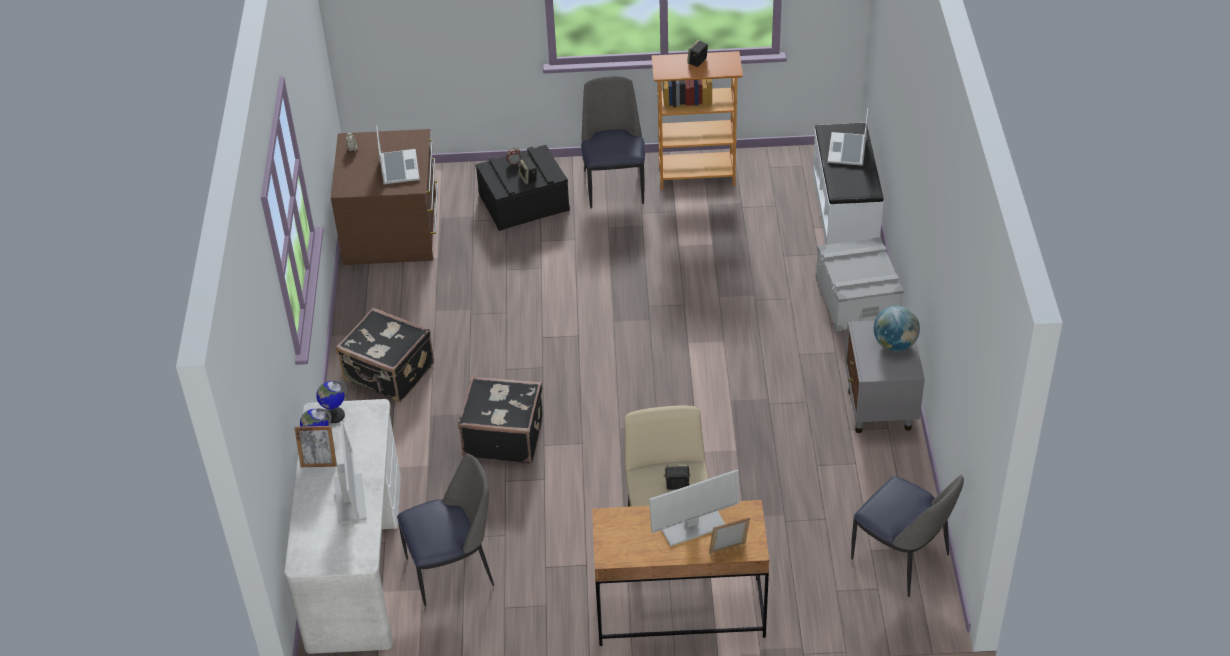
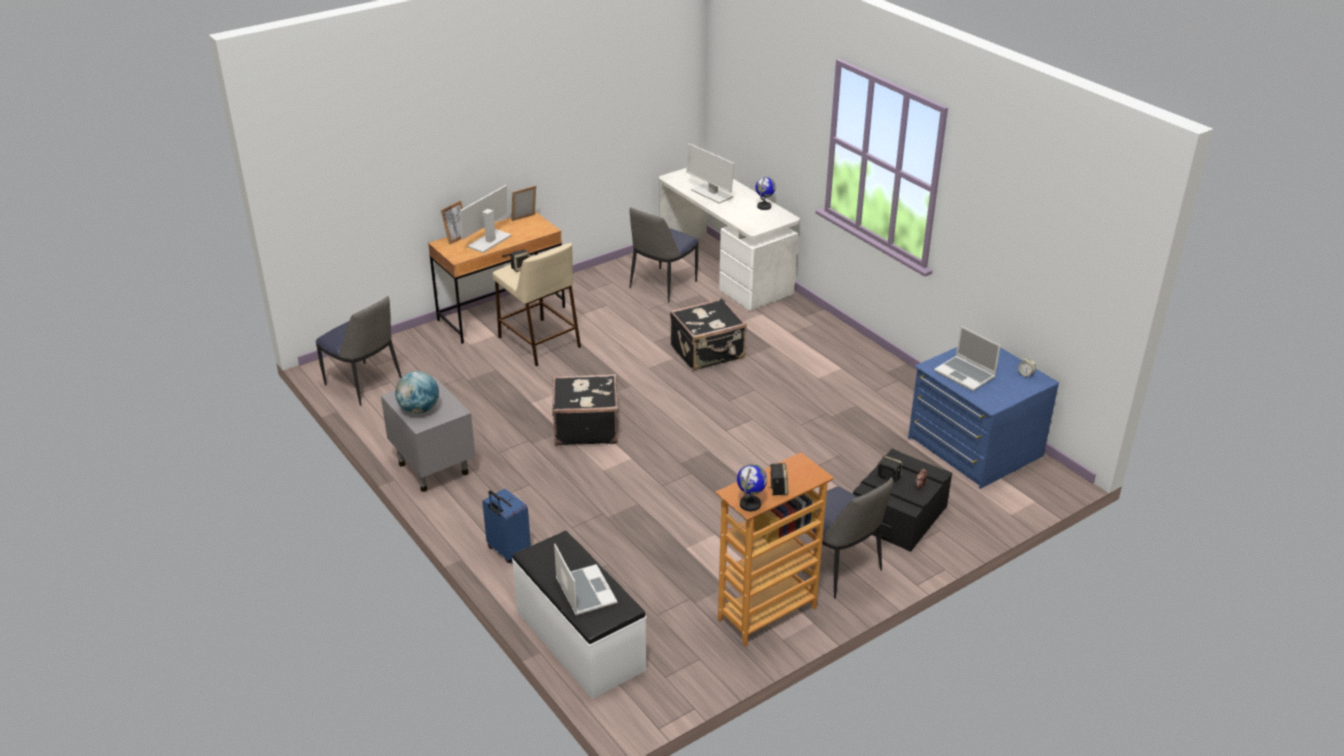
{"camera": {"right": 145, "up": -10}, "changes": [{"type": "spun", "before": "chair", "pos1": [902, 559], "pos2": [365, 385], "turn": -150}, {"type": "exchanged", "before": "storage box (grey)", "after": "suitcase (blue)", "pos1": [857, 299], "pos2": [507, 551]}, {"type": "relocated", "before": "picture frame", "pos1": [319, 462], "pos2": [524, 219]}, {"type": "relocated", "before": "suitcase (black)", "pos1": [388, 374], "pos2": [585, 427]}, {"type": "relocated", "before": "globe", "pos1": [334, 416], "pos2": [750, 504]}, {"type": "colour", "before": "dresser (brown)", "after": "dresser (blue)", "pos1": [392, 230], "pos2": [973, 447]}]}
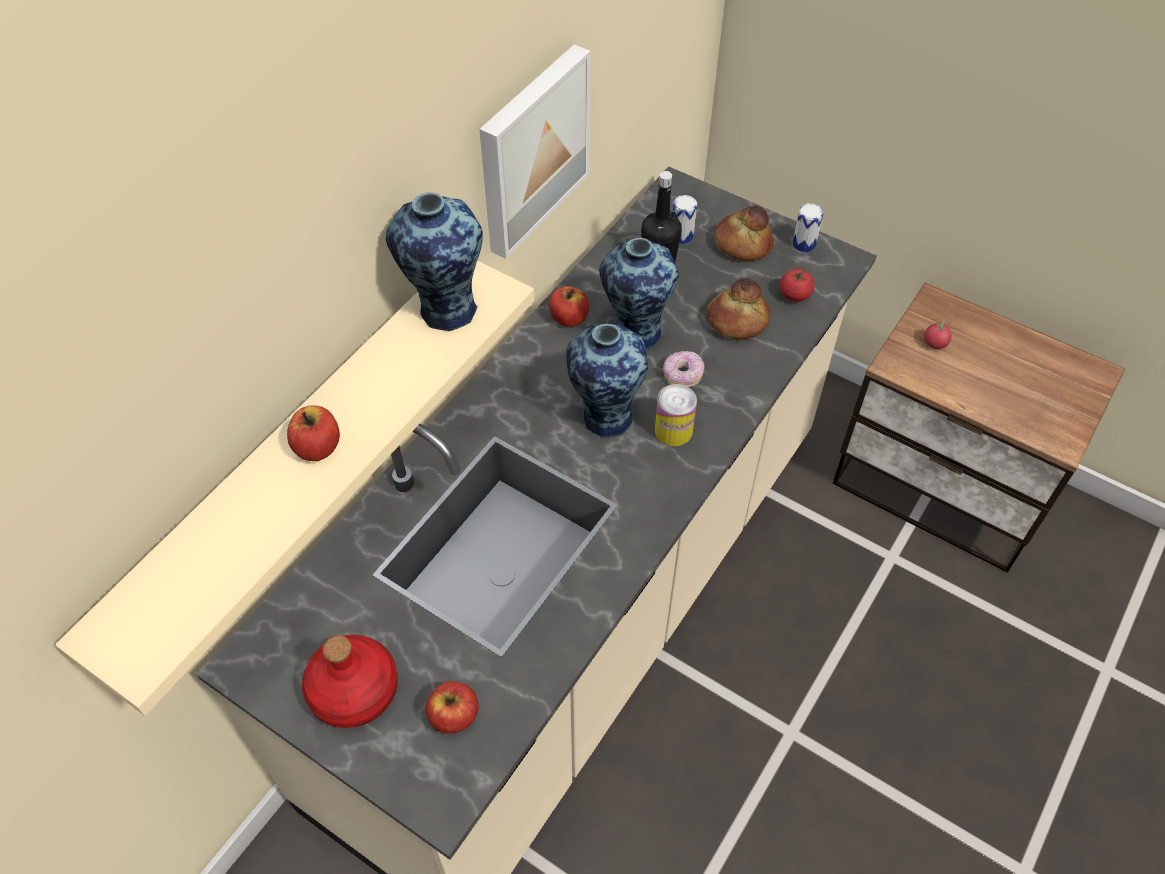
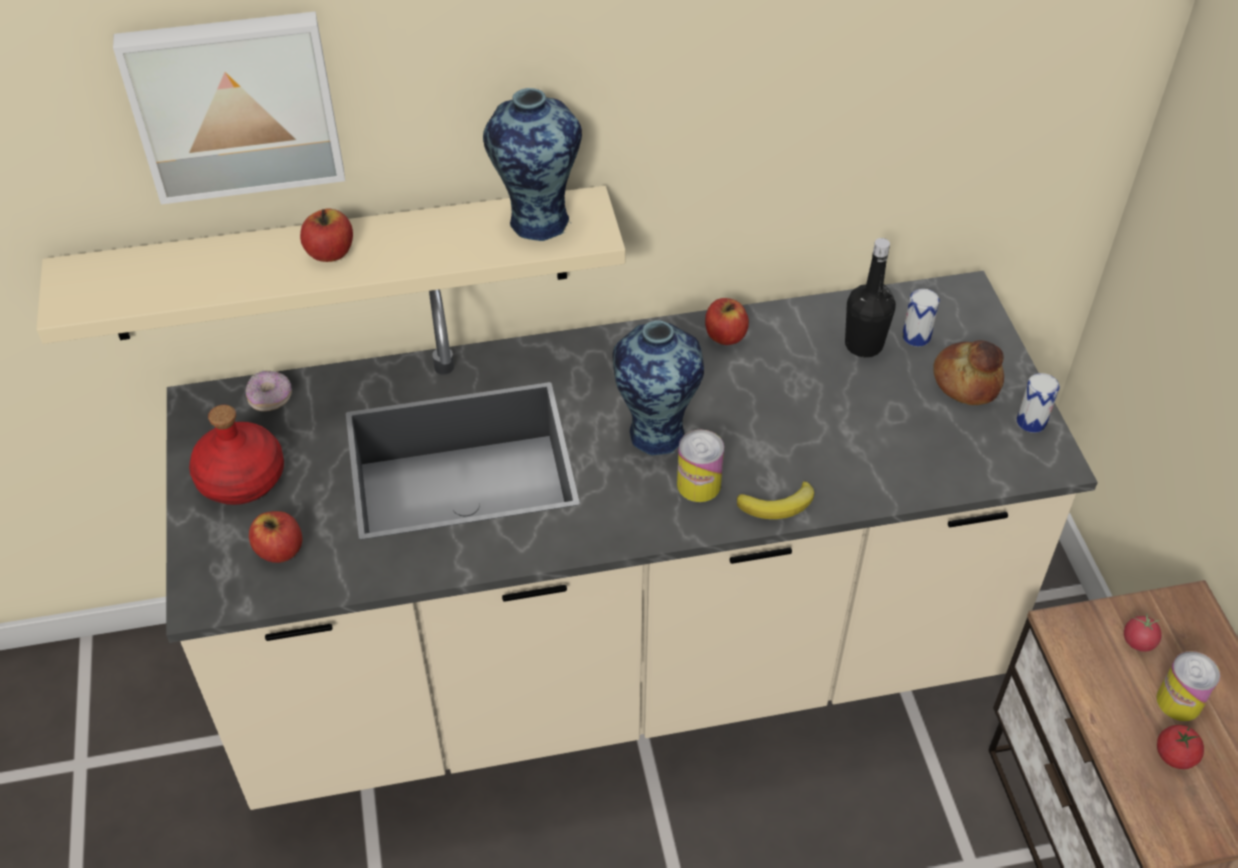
{"camera": {"right": 45, "up": -5}, "changes": [{"type": "relocated", "before": "picture", "pos1": [531, 150], "pos2": [235, 104]}, {"type": "relocated", "before": "donut", "pos1": [682, 375], "pos2": [270, 398]}, {"type": "appeared", "after": "banana", "pos2": [778, 505]}, {"type": "appeared", "after": "can", "pos2": [1179, 701]}, {"type": "relocated", "before": "tomato", "pos1": [794, 295], "pos2": [1175, 756]}, {"type": "missing", "before": "vase", "pos1": [635, 332]}, {"type": "missing", "before": "bread", "pos1": [736, 321]}]}
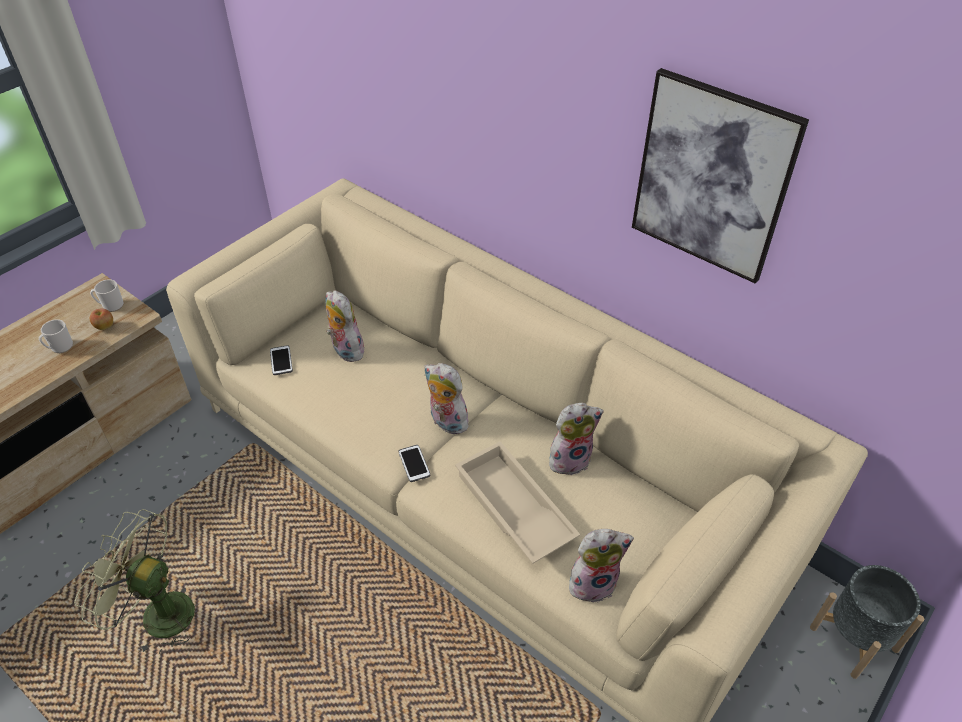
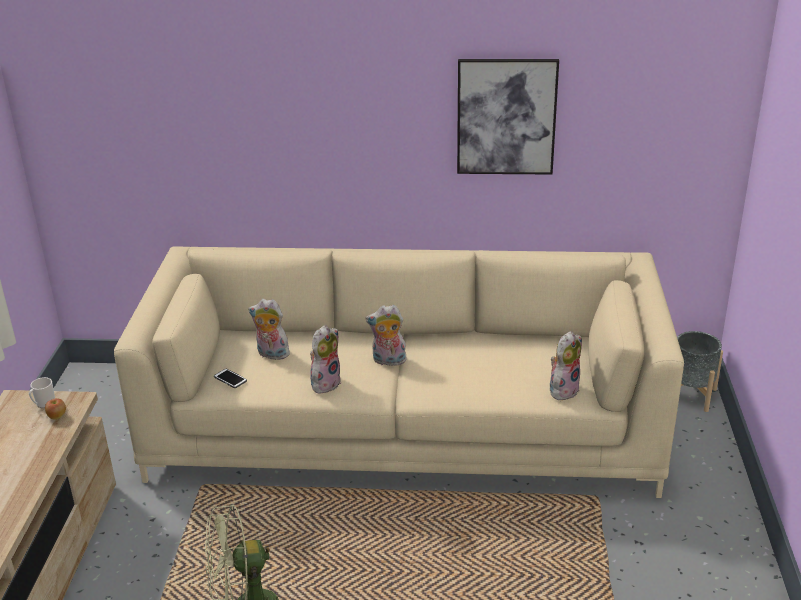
{"camera": {"right": -35, "up": -15}, "changes": [{"type": "relocated", "before": "plush toy", "pos1": [570, 459], "pos2": [325, 383]}, {"type": "missing", "before": "mug", "pos1": [60, 347]}, {"type": "missing", "before": "phone", "pos1": [414, 464]}, {"type": "missing", "before": "tray (beige)", "pos1": [512, 509]}]}
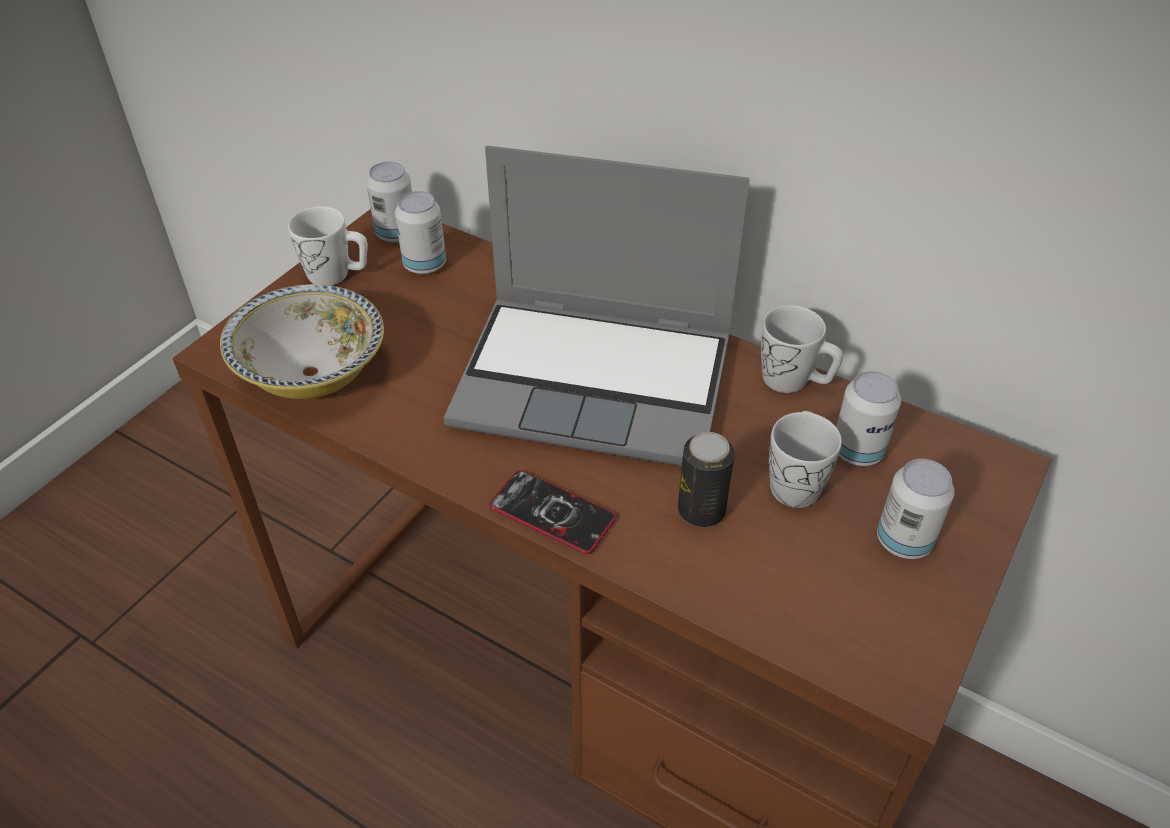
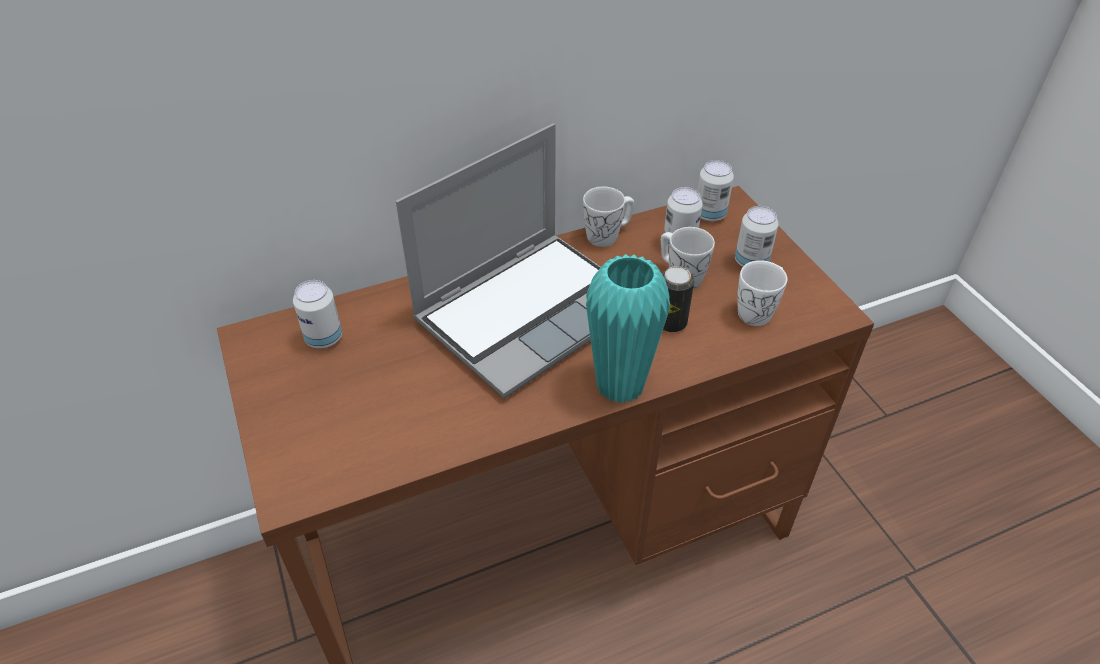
{"camera": {"right": -55, "up": 0}, "changes": [{"type": "exchanged", "before": "phone", "after": "vase (turquoise)", "pos1": [552, 513], "pos2": [620, 385]}, {"type": "relocated", "before": "can", "pos1": [396, 234], "pos2": [710, 214]}, {"type": "relocated", "before": "mug (white)", "pos1": [337, 275], "pos2": [758, 310]}, {"type": "missing", "before": "bowl", "pos1": [312, 372]}]}
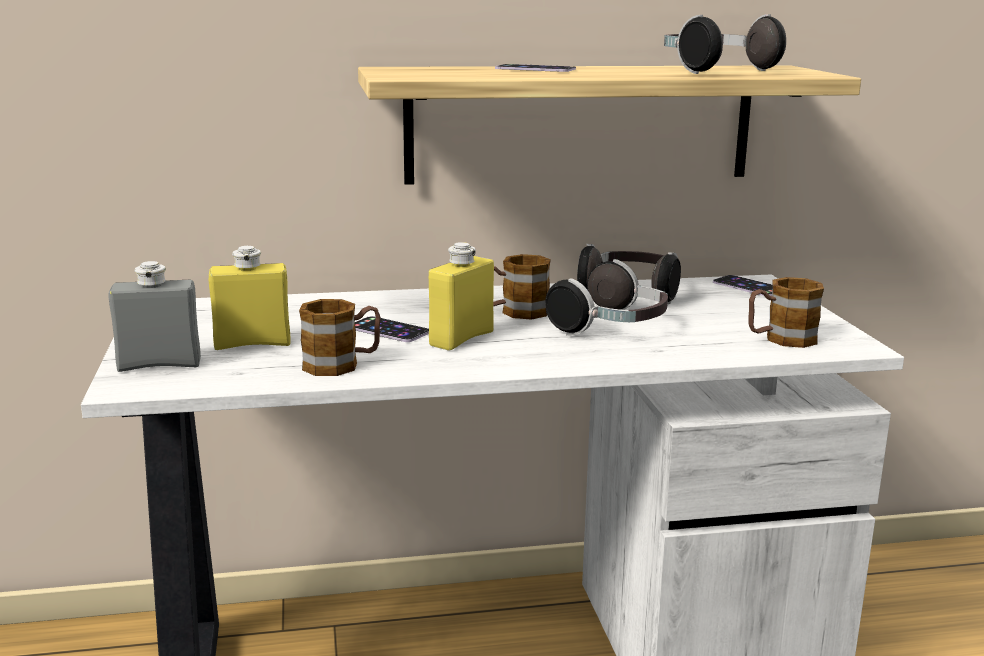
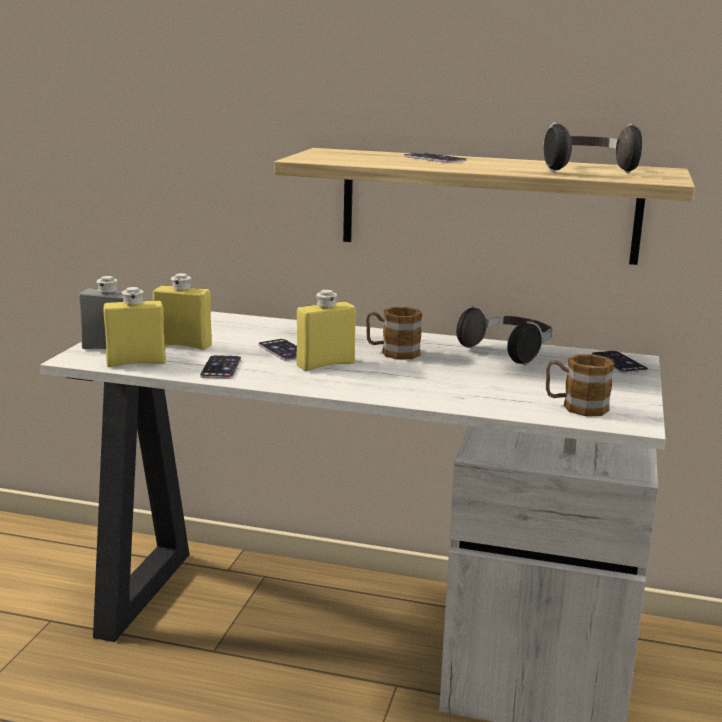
{"camera": {"right": 25, "up": 0}, "changes": [{"type": "appeared", "after": "bottle (yellow)", "pos2": [136, 362]}, {"type": "exchanged", "before": "mug", "after": "phone", "pos1": [342, 364], "pos2": [221, 368]}, {"type": "missing", "before": "headphones", "pos1": [612, 327]}]}
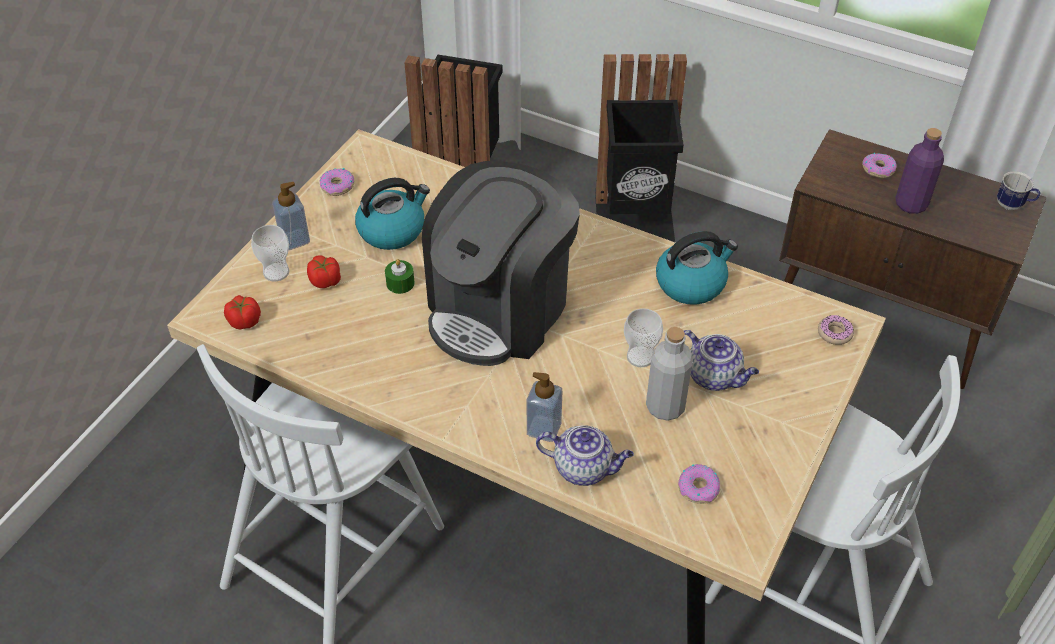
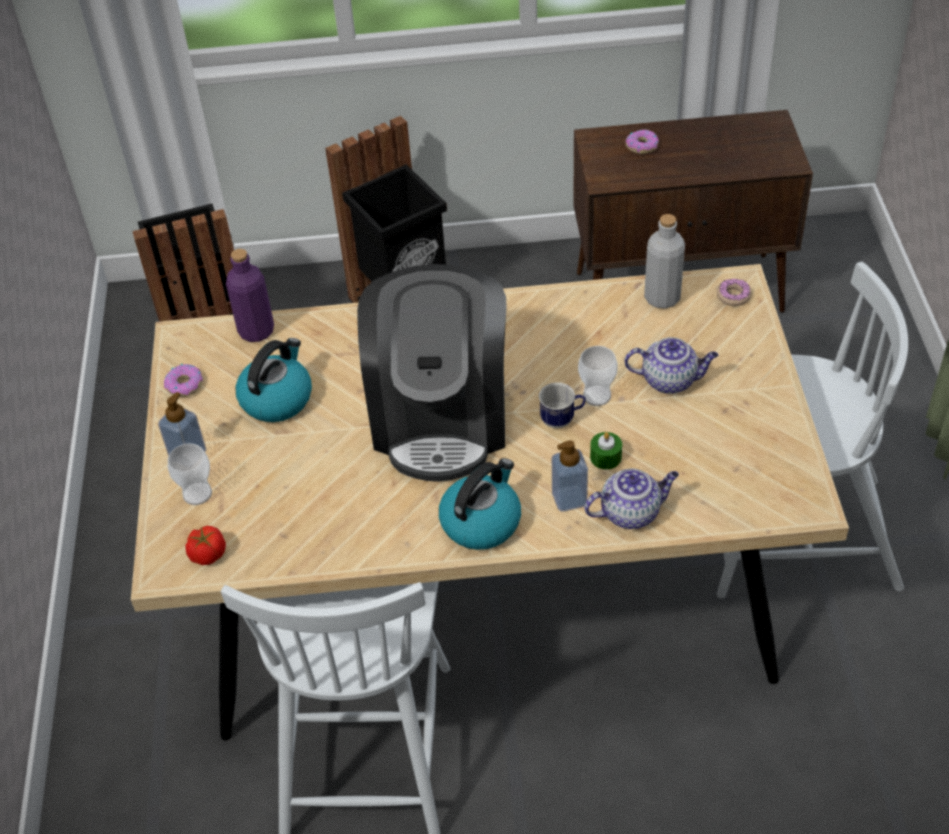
{"camera": {"right": -30, "up": 0}, "changes": [{"type": "relocated", "before": "bottle (purple)", "pos1": [911, 204], "pos2": [256, 331]}, {"type": "relocated", "before": "kettle", "pos1": [691, 283], "pos2": [481, 521]}, {"type": "relocated", "before": "mug", "pos1": [1013, 205], "pos2": [562, 419]}, {"type": "relocated", "before": "candle (green)", "pos1": [400, 283], "pos2": [605, 457]}, {"type": "relocated", "before": "bottle (grey)", "pos1": [665, 406], "pos2": [662, 298]}, {"type": "missing", "before": "tomato", "pos1": [325, 281]}, {"type": "missing", "before": "donut", "pos1": [698, 488]}]}
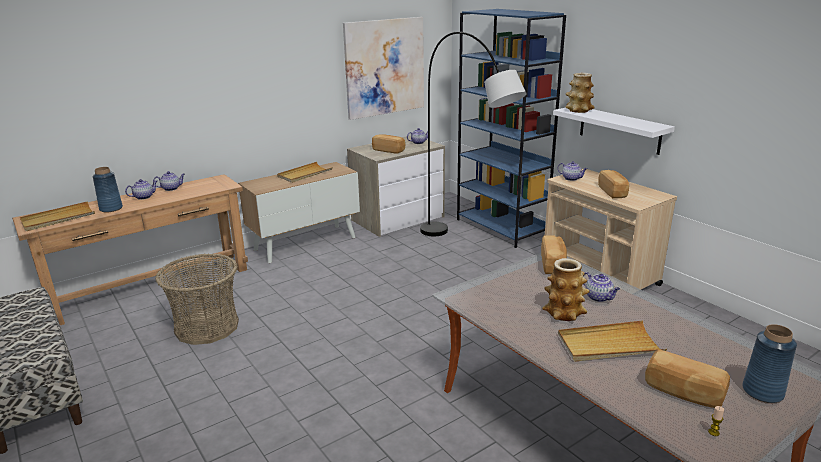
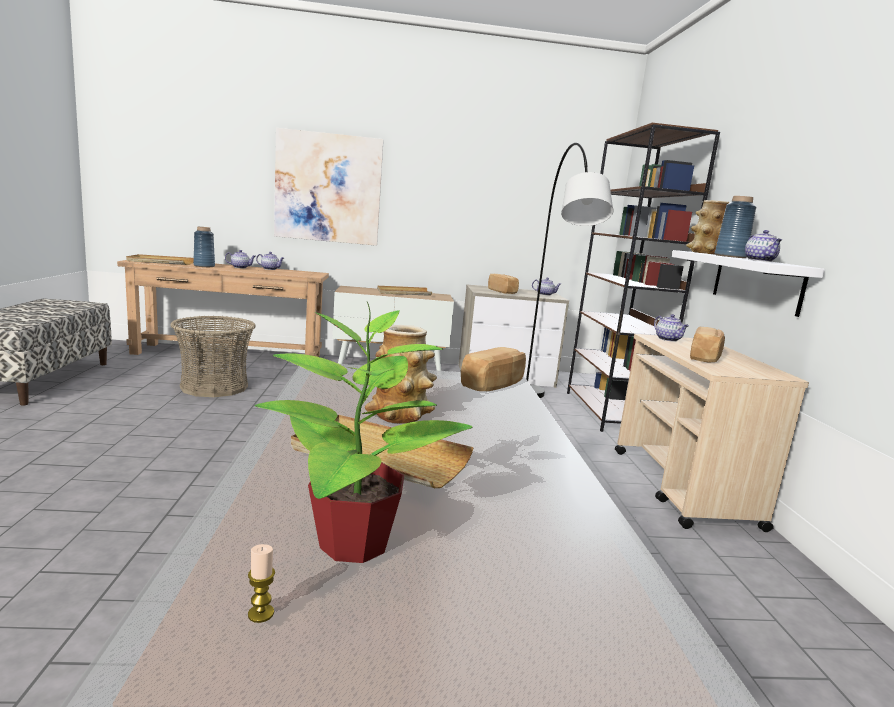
{"camera": {"right": 30, "up": -10}, "changes": [{"type": "exchanged", "before": "bread", "after": "potted plant", "pos1": [683, 392], "pos2": [351, 543]}, {"type": "relocated", "before": "picture", "pos1": [385, 67], "pos2": [328, 188]}, {"type": "colour", "before": "bookcase (blue)", "after": "bookcase (brown)", "pos1": [501, 227], "pos2": [610, 412]}, {"type": "relocated", "before": "vase (blue)", "pos1": [762, 392], "pos2": [730, 256]}, {"type": "relocated", "before": "teapot", "pos1": [599, 297], "pos2": [760, 260]}]}
